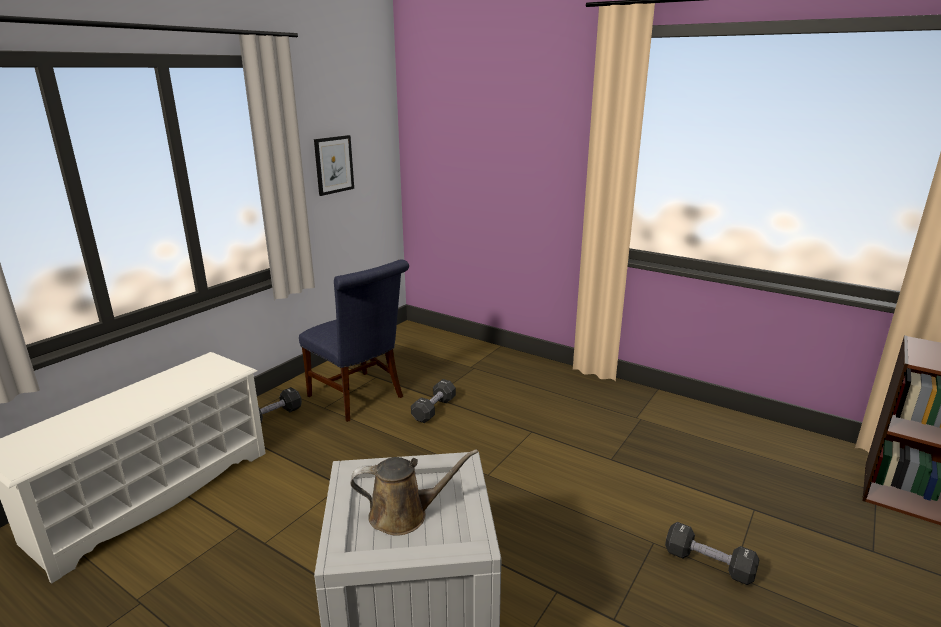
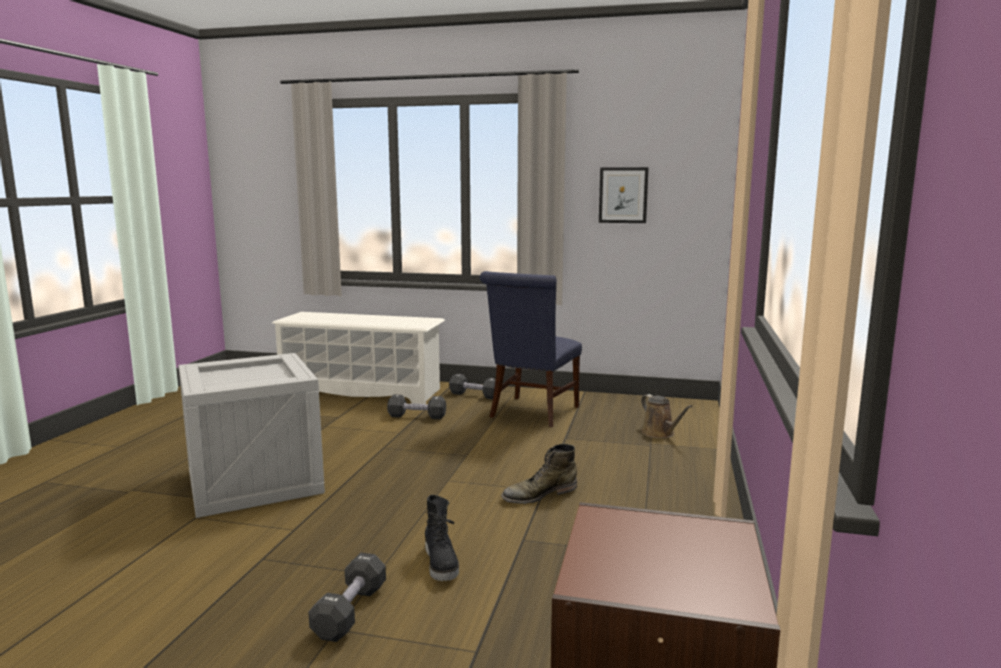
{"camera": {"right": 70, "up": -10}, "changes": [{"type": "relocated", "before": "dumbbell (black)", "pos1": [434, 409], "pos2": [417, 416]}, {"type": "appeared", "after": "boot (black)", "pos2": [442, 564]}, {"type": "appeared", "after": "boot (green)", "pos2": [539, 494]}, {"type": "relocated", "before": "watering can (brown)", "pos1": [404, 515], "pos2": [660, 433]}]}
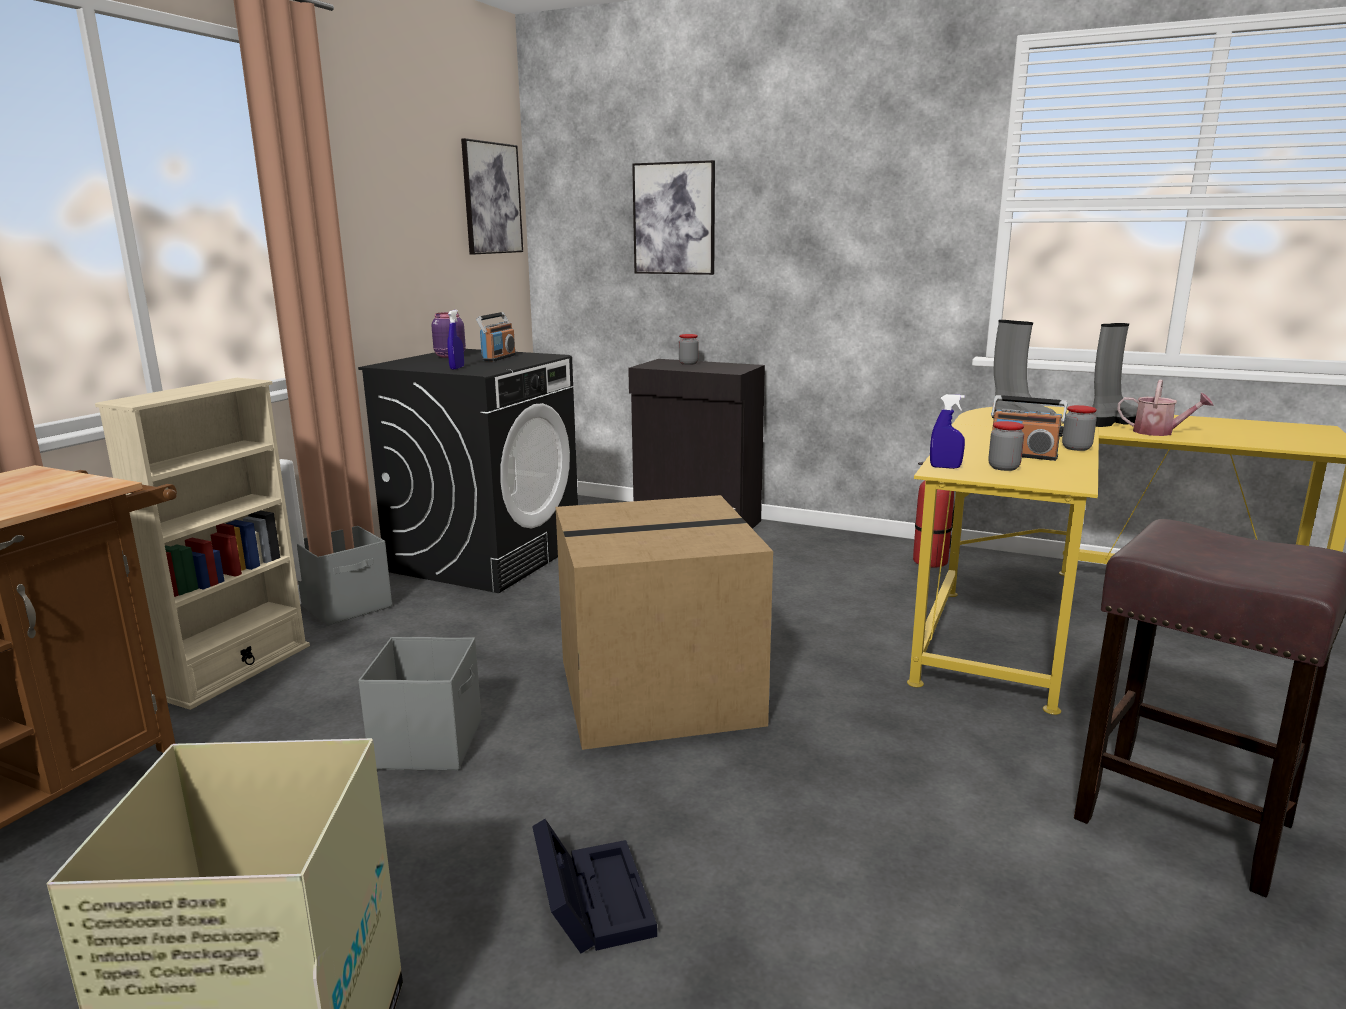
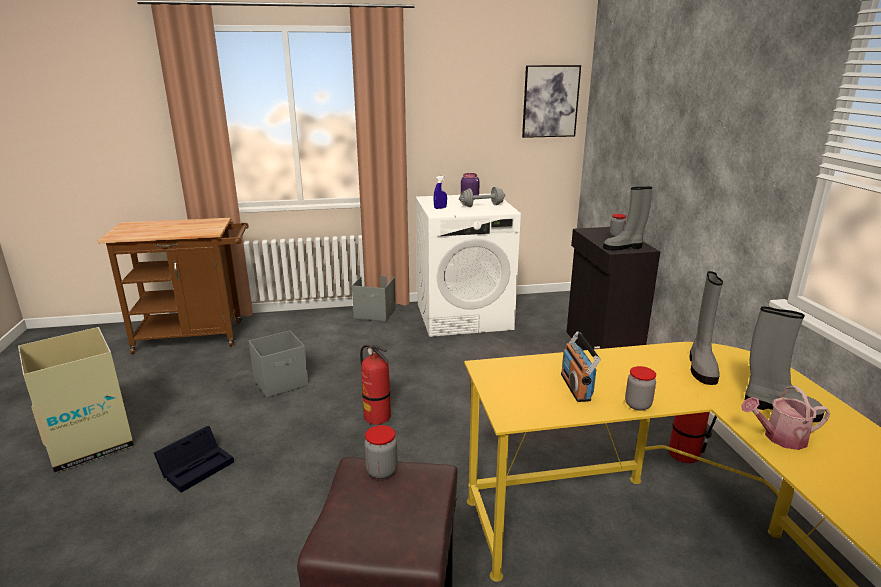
{"camera": {"right": 55, "up": 5}, "changes": [{"type": "exchanged", "before": "cardboard box", "after": "fire extinguisher", "pos1": [660, 689], "pos2": [377, 417]}, {"type": "relocated", "before": "jar", "pos1": [1003, 467], "pos2": [382, 471]}, {"type": "colour", "before": "washing machine (black)", "after": "washing machine (white)", "pos1": [486, 557], "pos2": [464, 316]}, {"type": "exchanged", "before": "radio", "after": "dumbbell (grey)", "pos1": [498, 358], "pos2": [482, 206]}, {"type": "appeared", "after": "boot (grey)", "pos2": [623, 247]}, {"type": "spun", "before": "watering can", "pos1": [1159, 432], "pos2": [779, 438], "turn": 90}, {"type": "missing", "before": "bookcase (beige)", "pos1": [236, 671]}, {"type": "missing", "before": "picture", "pos1": [674, 218]}, {"type": "missing", "before": "spray bottle (blue)", "pos1": [945, 467]}]}
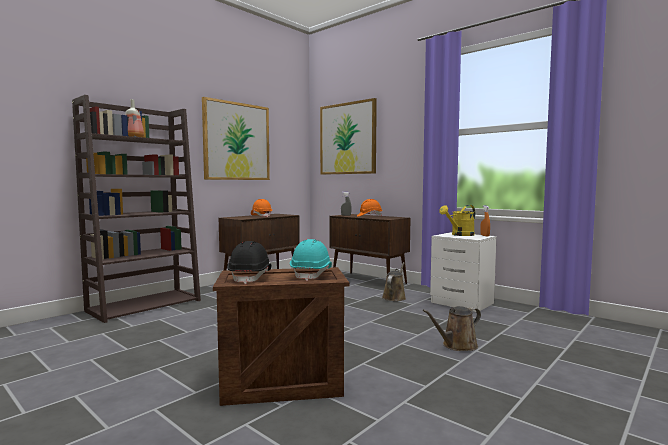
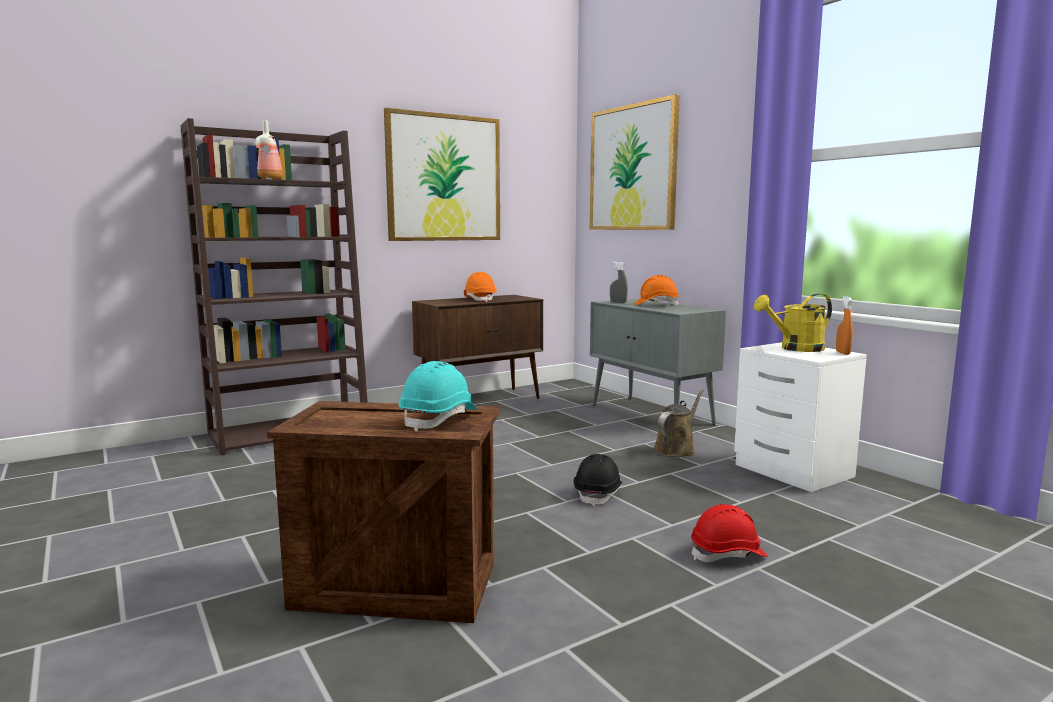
{"camera": {"right": 15, "up": 5}, "changes": [{"type": "relocated", "before": "hard hat (black)", "pos1": [250, 277], "pos2": [598, 494]}, {"type": "colour", "before": "cabinet (brown)", "after": "cabinet (grey)", "pos1": [369, 281], "pos2": [652, 415]}, {"type": "exchanged", "before": "watering can (brown)", "after": "hard hat (red)", "pos1": [457, 346], "pos2": [728, 554]}]}
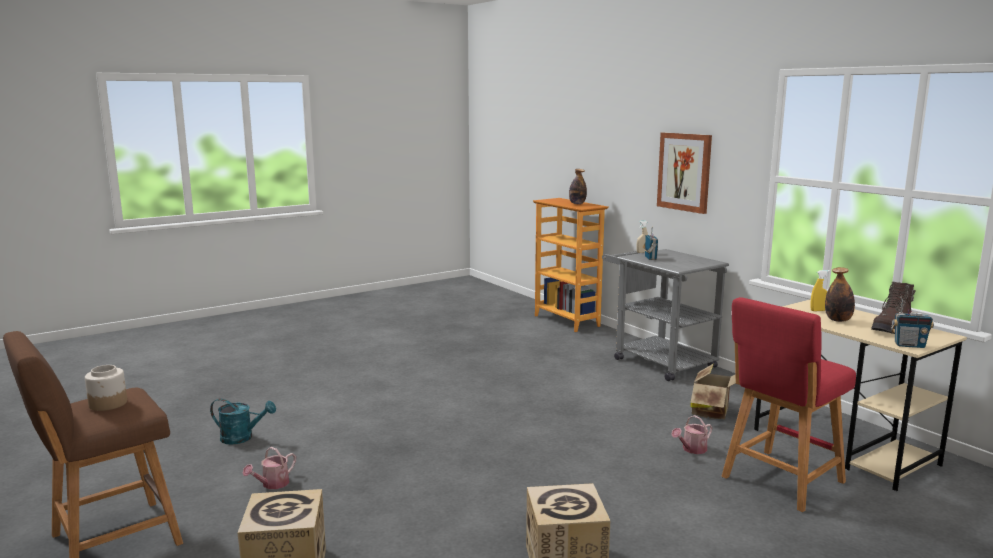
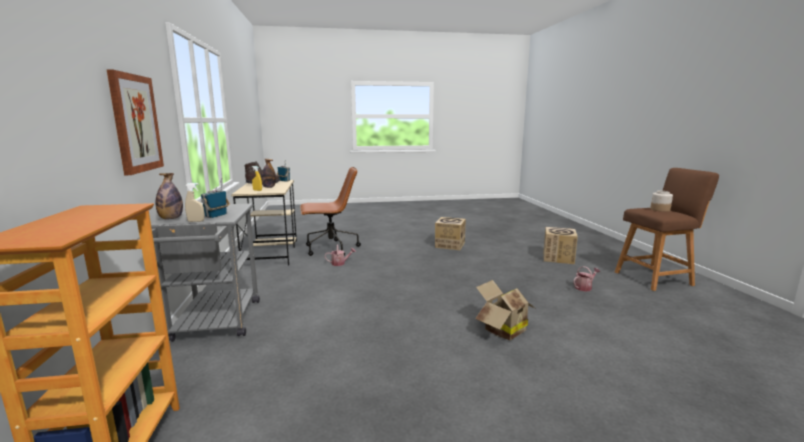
{"camera": {"right": -155, "up": 0}, "changes": [{"type": "relocated", "before": "bottle", "pos1": [577, 203], "pos2": [171, 218]}, {"type": "exchanged", "before": "stool (red)", "after": "office chair (brown)", "pos1": [779, 481], "pos2": [330, 249]}, {"type": "relocated", "before": "cardboard box", "pos1": [713, 412], "pos2": [501, 330]}, {"type": "missing", "before": "watering can (turquoise)", "pos1": [242, 438]}]}
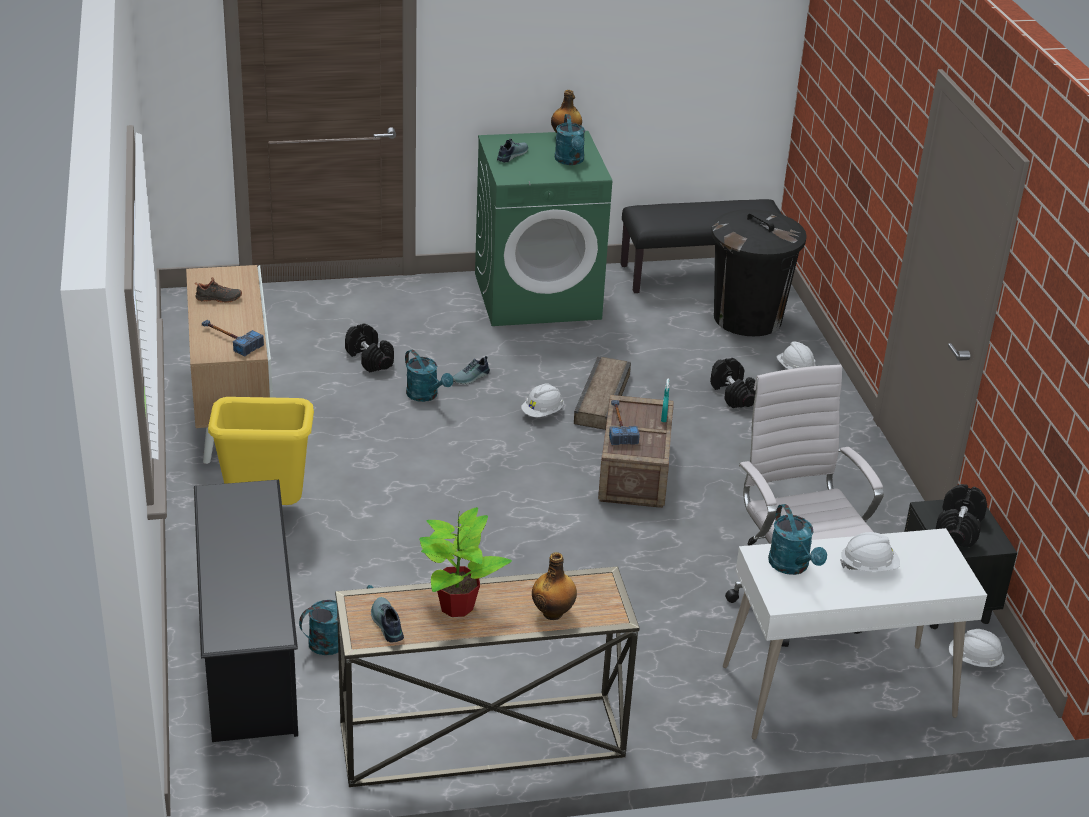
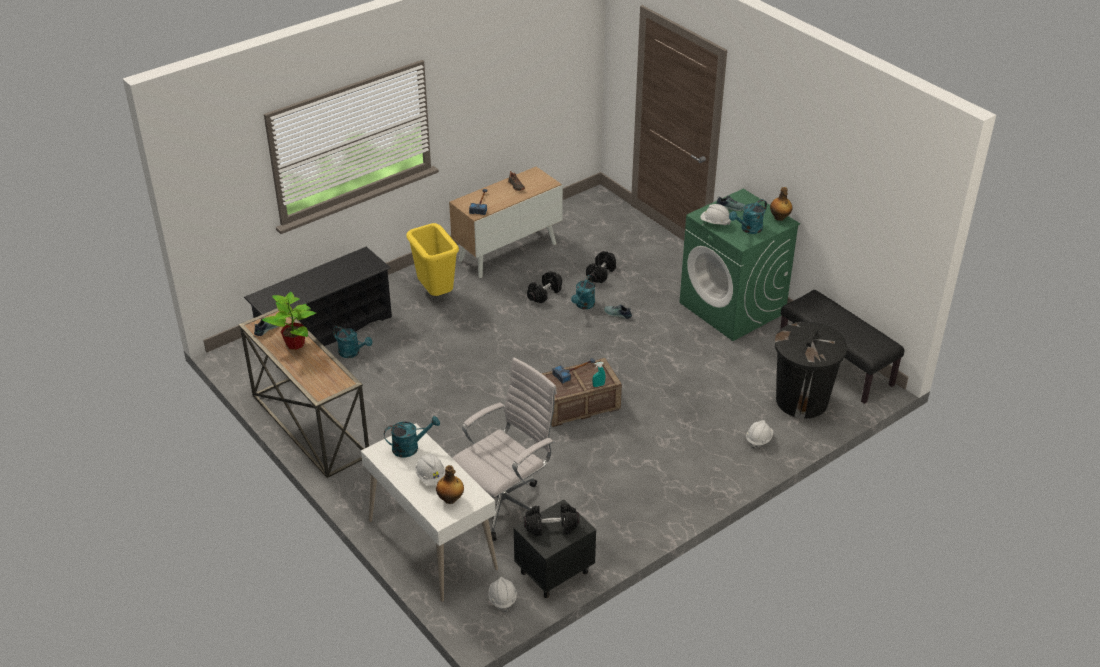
{"camera": {"right": 65, "up": 5}, "changes": [{"type": "spun", "before": "watering can (turquoise)", "pos1": [792, 567], "pos2": [410, 447], "turn": -150}, {"type": "relocated", "before": "bottle", "pos1": [553, 612], "pos2": [450, 499]}, {"type": "relocated", "before": "dumbbell (black)", "pos1": [732, 394], "pos2": [544, 293]}, {"type": "relocated", "before": "hard hat (white)", "pos1": [542, 413], "pos2": [715, 222]}, {"type": "missing", "before": "crate", "pos1": [603, 398]}]}
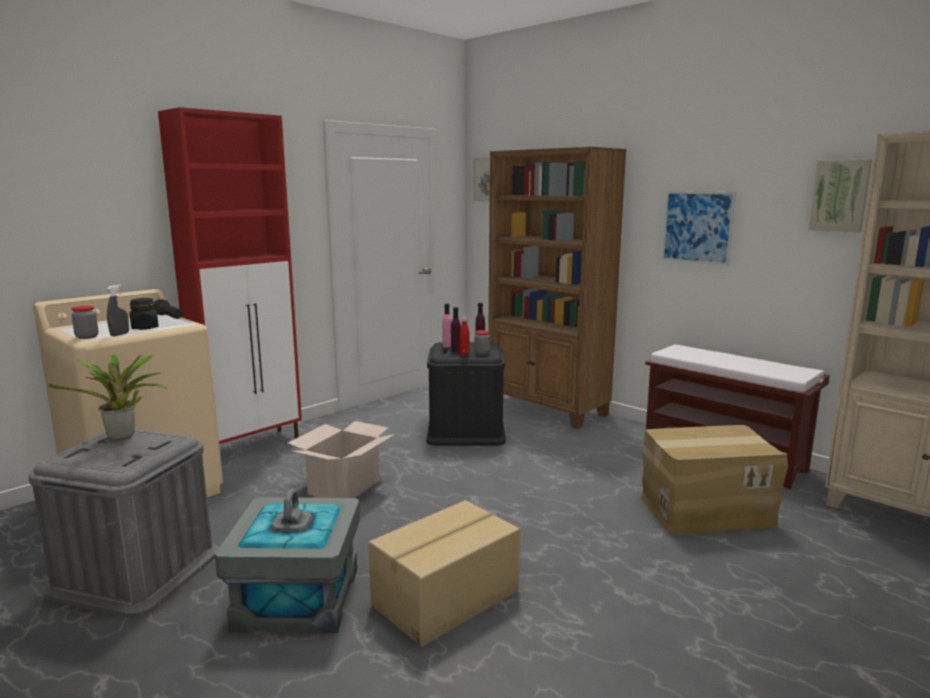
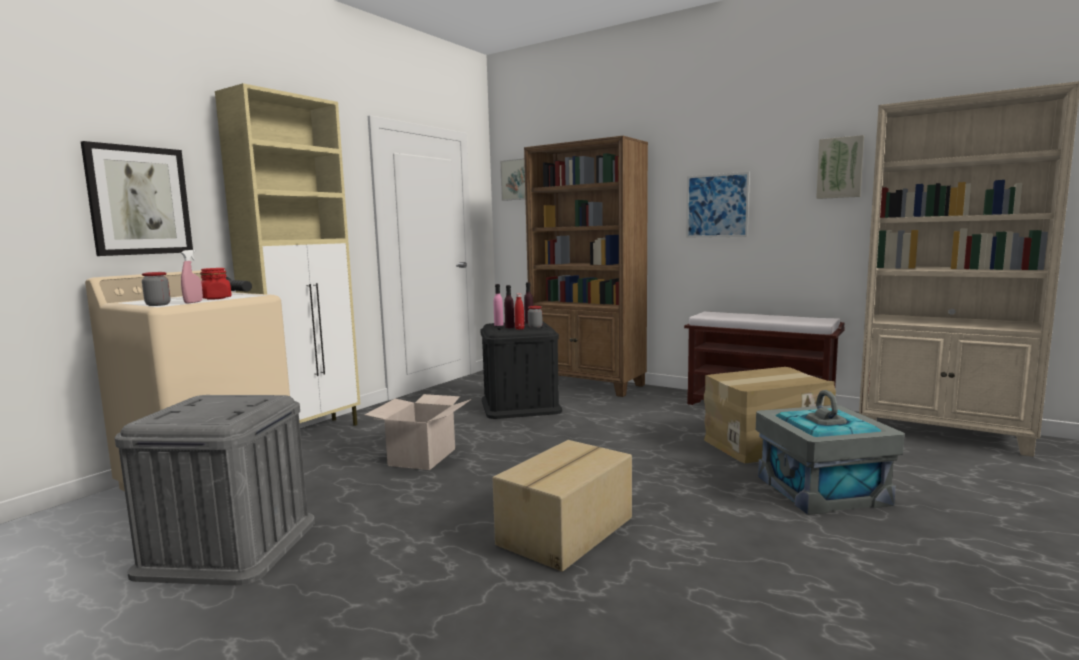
{"camera": {"right": -10, "up": -5}, "changes": [{"type": "appeared", "after": "picture", "pos2": [139, 201]}, {"type": "colour", "before": "spray bottle (grey)", "after": "spray bottle (pink)", "pos1": [120, 334], "pos2": [193, 302]}, {"type": "colour", "before": "jar (black)", "after": "jar (red)", "pos1": [145, 328], "pos2": [216, 298]}, {"type": "colour", "before": "cabinet (red)", "after": "cabinet (beige)", "pos1": [252, 446], "pos2": [310, 433]}, {"type": "relocated", "before": "storage box (grey)", "pos1": [298, 598], "pos2": [822, 490]}, {"type": "missing", "before": "potted plant", "pos1": [123, 437]}]}
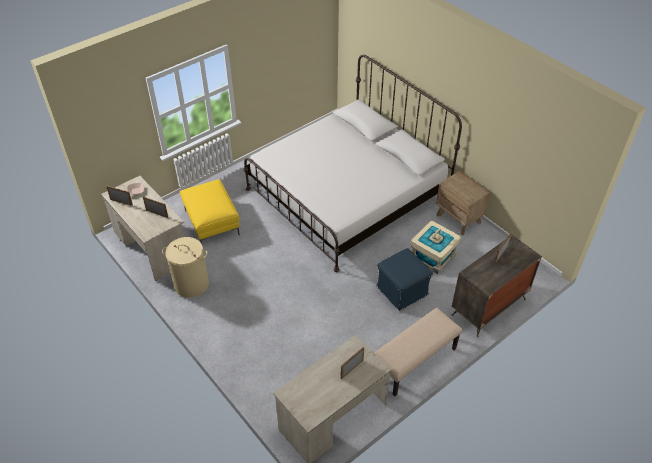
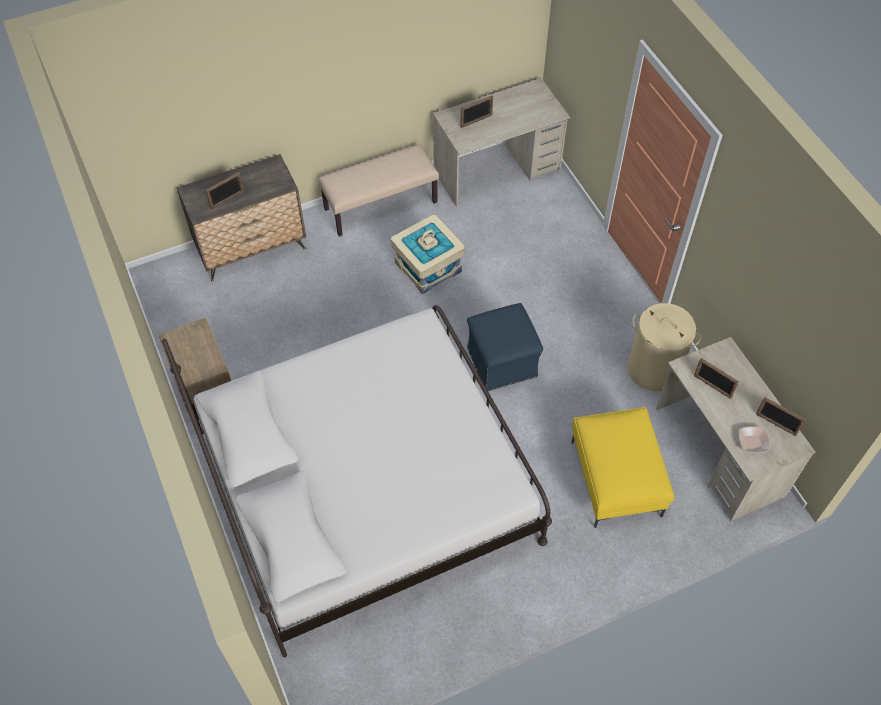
{"camera": {"right": -165, "up": 10}, "changes": [{"type": "relocated", "before": "storage box (beige)", "pos1": [433, 256], "pos2": [428, 267]}, {"type": "relocated", "before": "ottoman (blue)", "pos1": [401, 290], "pos2": [502, 363]}]}
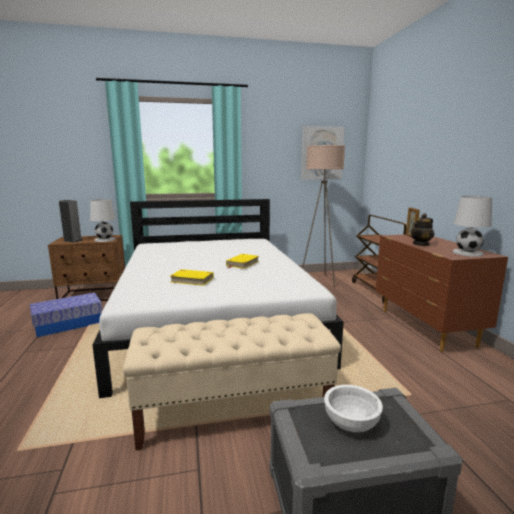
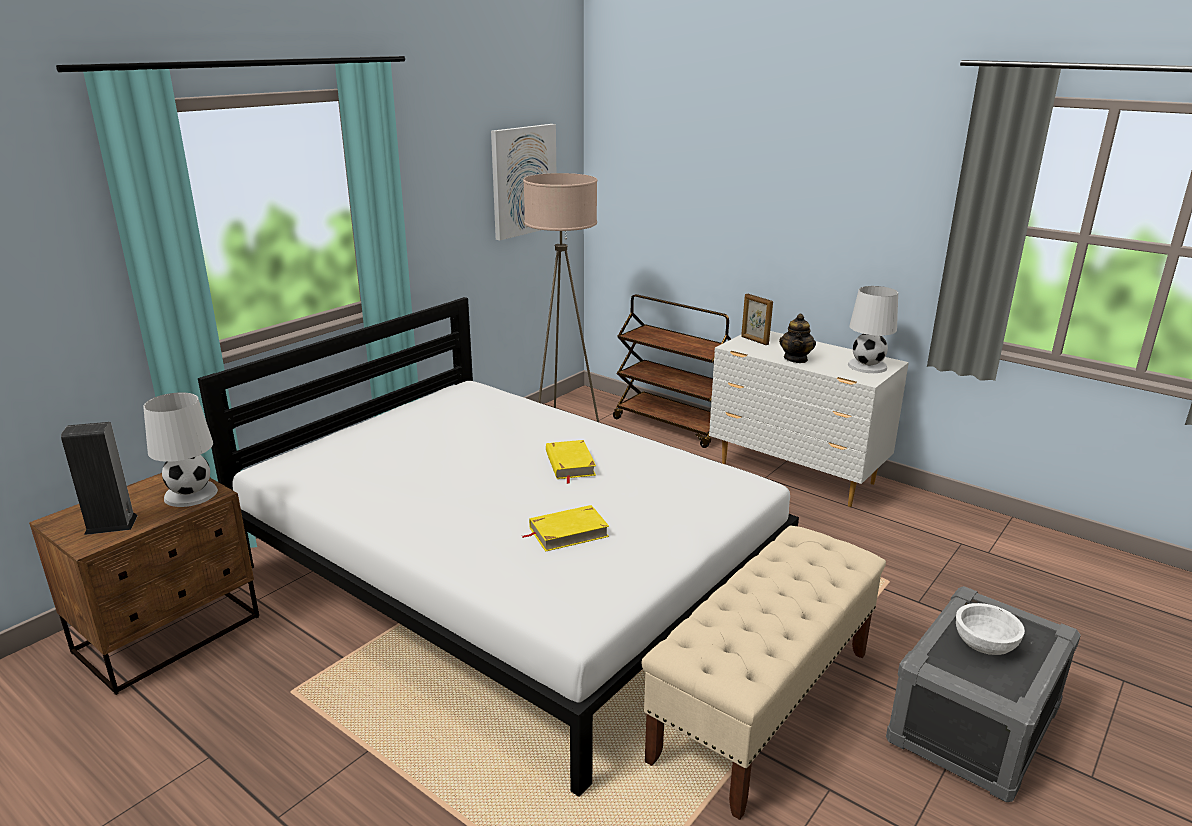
{"camera": {"right": -40, "up": 10}, "changes": [{"type": "colour", "before": "dresser (brown)", "after": "dresser (white)", "pos1": [425, 328], "pos2": [797, 474]}, {"type": "missing", "before": "storage box", "pos1": [68, 324]}]}
